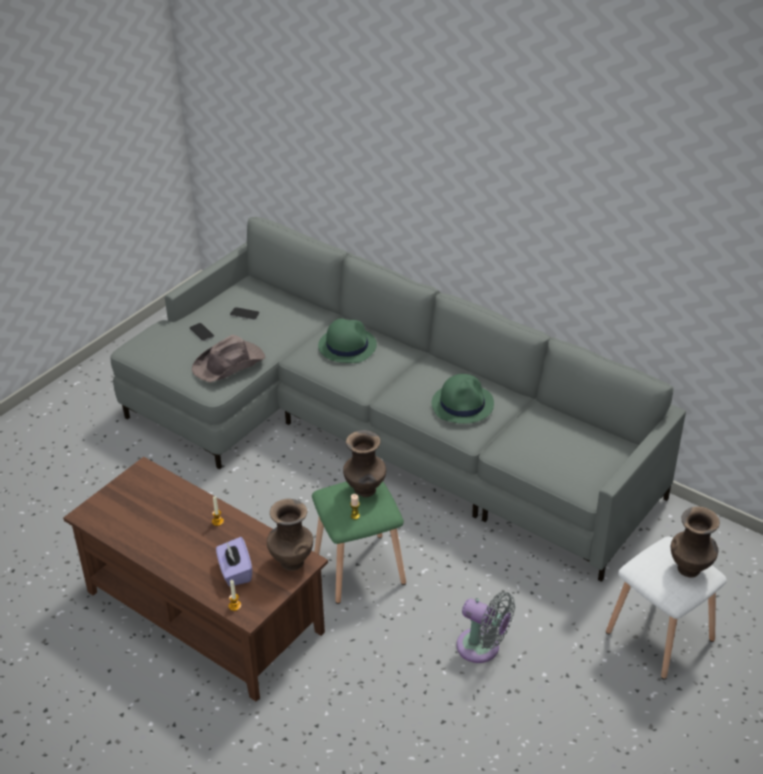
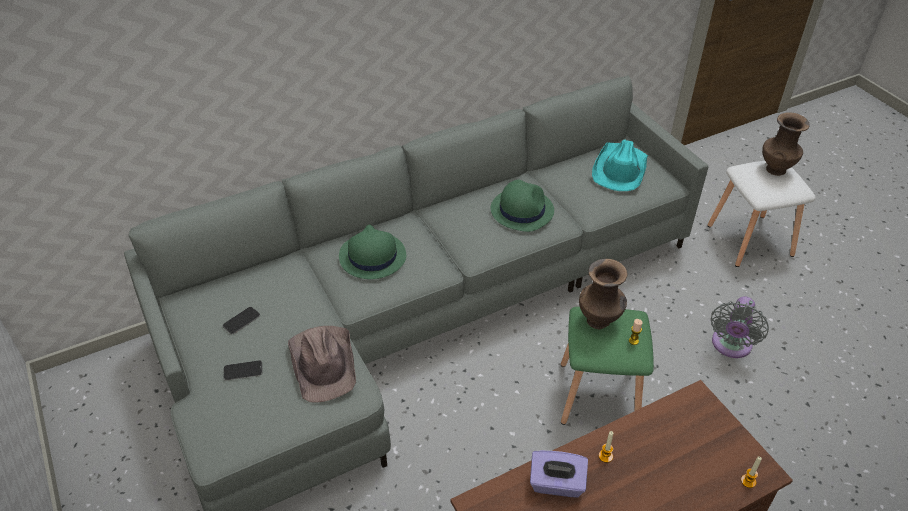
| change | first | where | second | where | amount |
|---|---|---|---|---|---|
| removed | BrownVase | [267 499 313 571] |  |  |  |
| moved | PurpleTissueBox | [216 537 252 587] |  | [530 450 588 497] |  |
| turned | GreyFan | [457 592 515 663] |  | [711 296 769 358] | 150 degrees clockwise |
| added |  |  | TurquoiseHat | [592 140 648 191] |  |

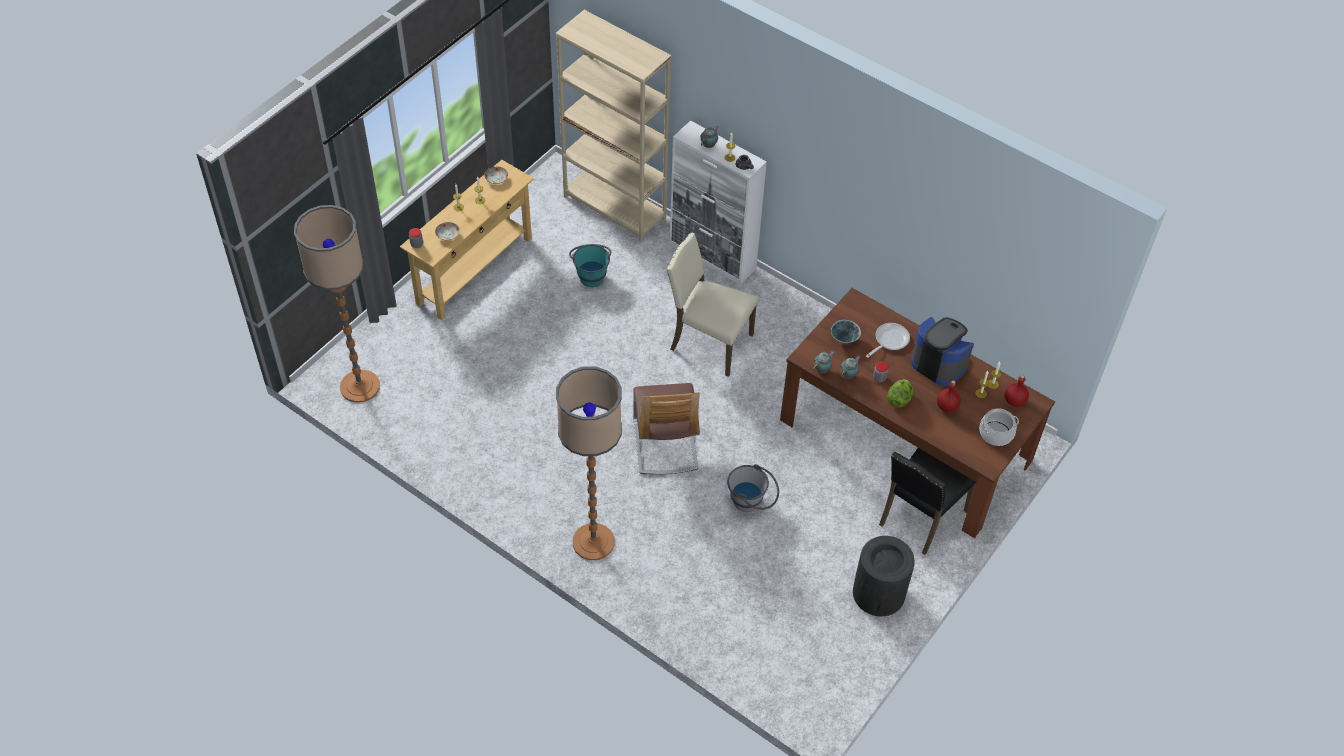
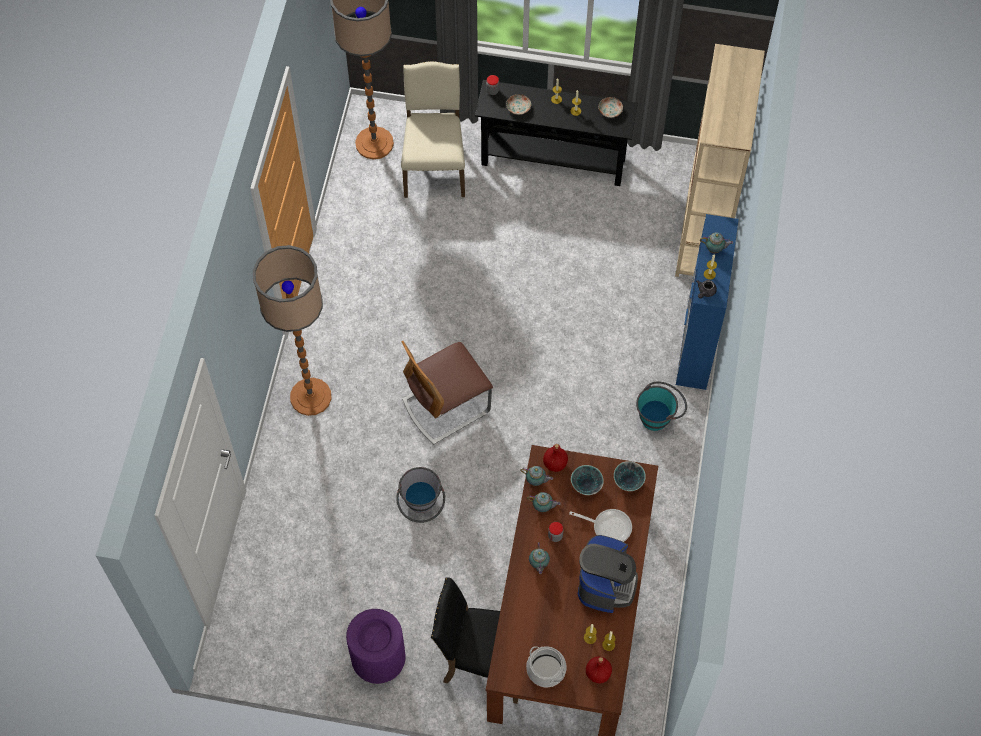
| change | first | where | second | where | amount |
|---|---|---|---|---|---|
| recoloured | WhiteCabinet | [670 120 767 285] | BlueCabinet | [676 214 739 390] |  |
| recoloured | BeigeConsoleTable | [400 160 534 320] | BlackConsoleTable | [475 80 638 186] |  |
| moved | BeigeChair | [666 233 758 377] |  | [401 61 465 198] |  |
| moved | TurquoiseBucket | [569 244 611 287] |  | [636 381 687 431] |  |
| replaced | Lettuce | [887 379 914 408] | Teapot | [529 542 550 574] |  |
| moved | RedBottle | [937 381 961 412] |  | [543 444 568 472] |  |
| recoloured | BlackTrashCan | [853 536 915 616] | PurpleTrashCan | [346 609 406 684] |  |
| added |  |  | Bowl | [614 461 646 491] |  |

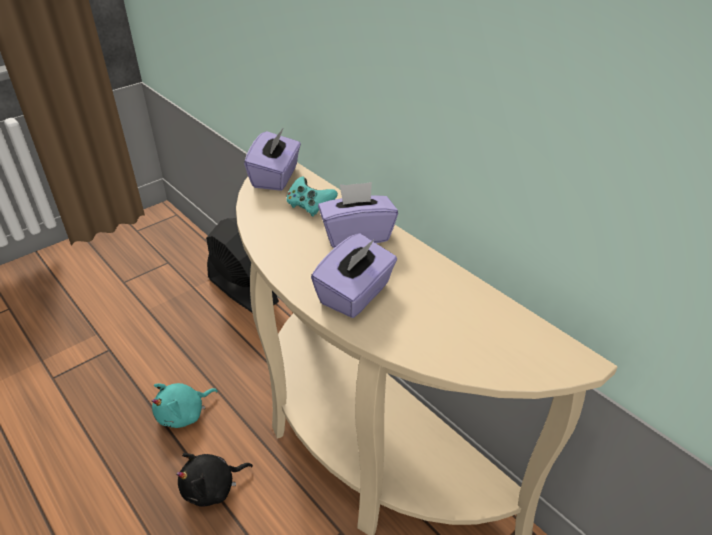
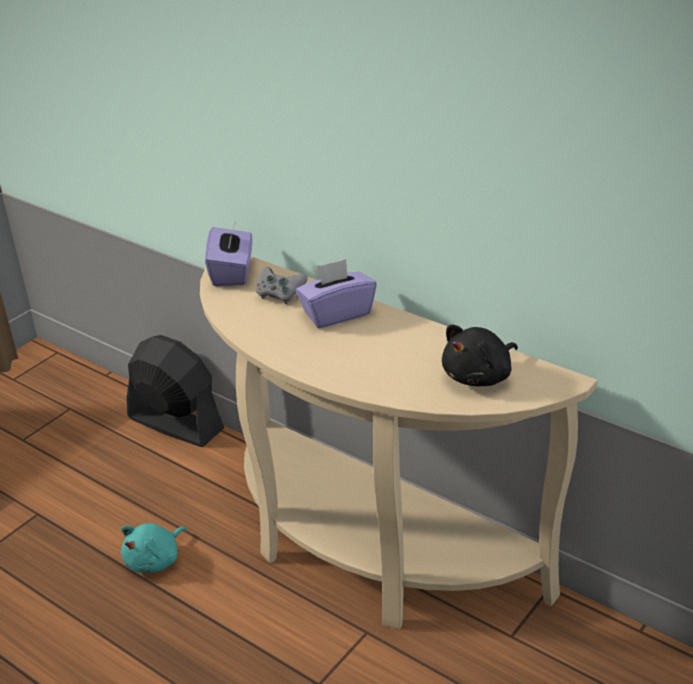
| change | first | where | second | where | amount |
|---|---|---|---|---|---|
| recoloured | TurquoiseGameController | [286 177 338 217] | GreyGameController | [256 267 308 304] |  |
| removed | PurpleTissueBox | [311 233 397 318] |  |  |  |
| moved | BlackPlushToy | [176 453 253 507] |  | [442 325 518 386] |  |

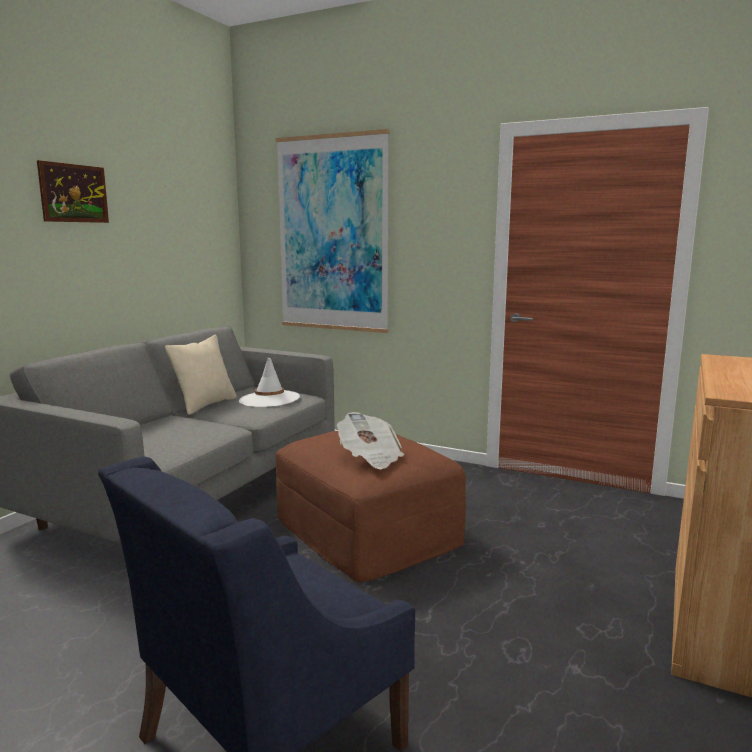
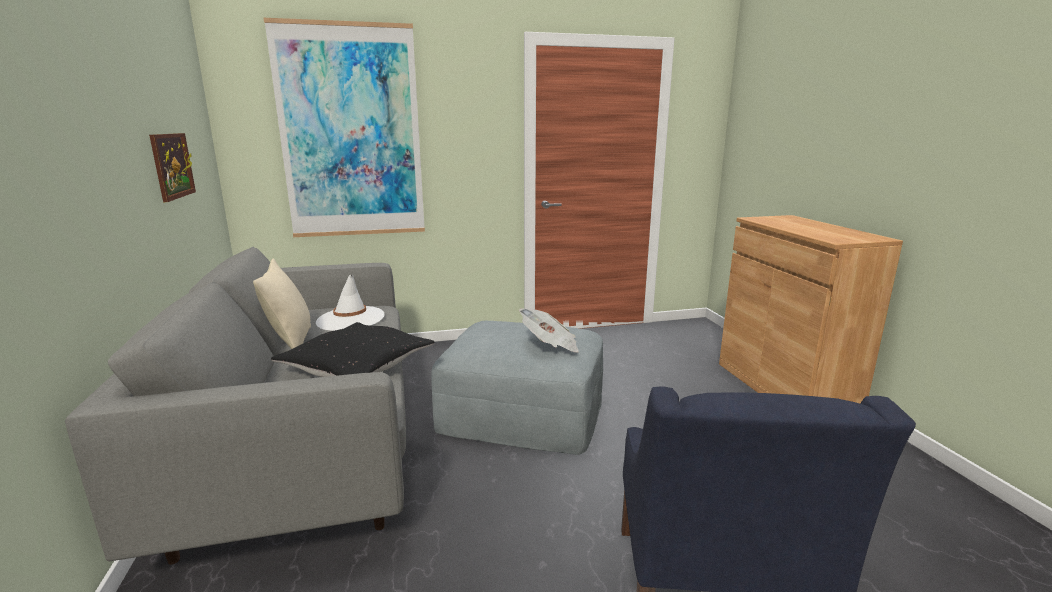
| change | first | where | second | where | amount |
|---|---|---|---|---|---|
| moved | Picture | [37 160 109 223] |  | [149 133 196 202] |  |
| recoloured | BrownOttoman | [275 431 466 582] | GreyOttoman | [431 321 603 455] |  |
| added |  |  | BlackPillow | [271 322 435 377] |  |

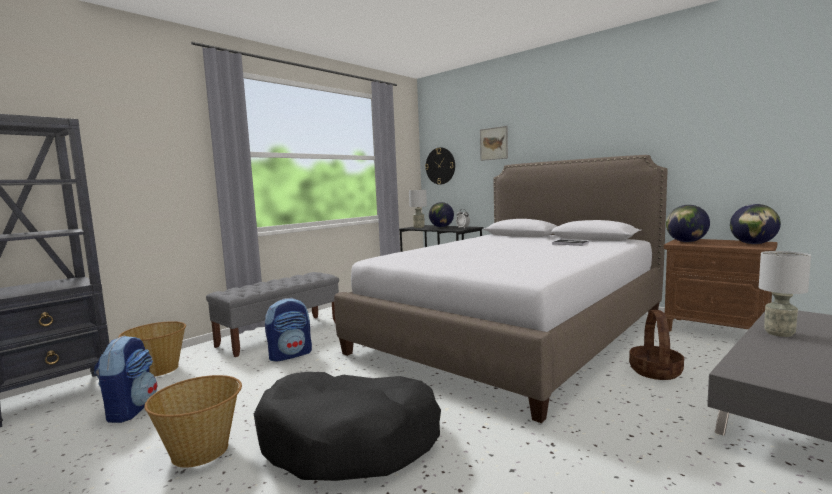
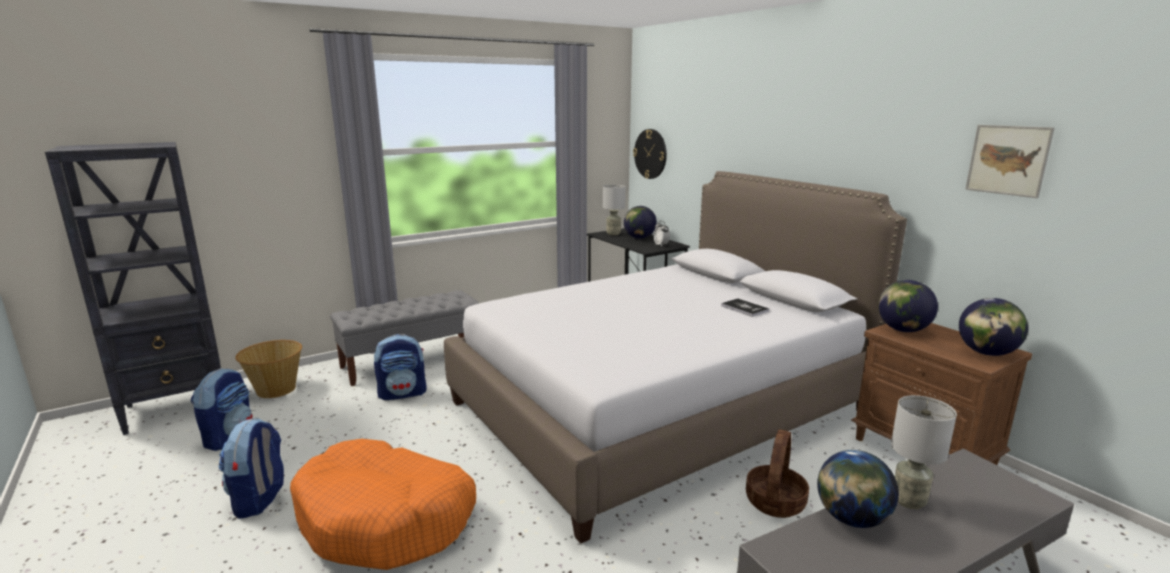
| change | first | where | second | where | amount |
|---|---|---|---|---|---|
| moved | Picture | [480 126 508 161] |  | [965 125 1055 198] |  |
| recoloured | BlackDogBed | [254 372 441 481] | OrangeDogBed | [290 439 476 570] |  |
| replaced | Basket | [144 375 242 468] | Backpack | [218 417 284 519] |  |
| added |  |  | Globe | [817 450 899 528] |  |

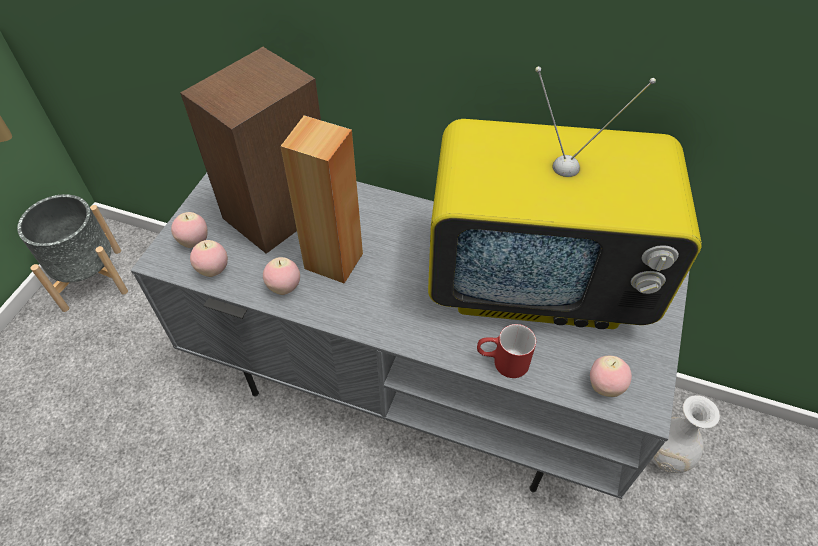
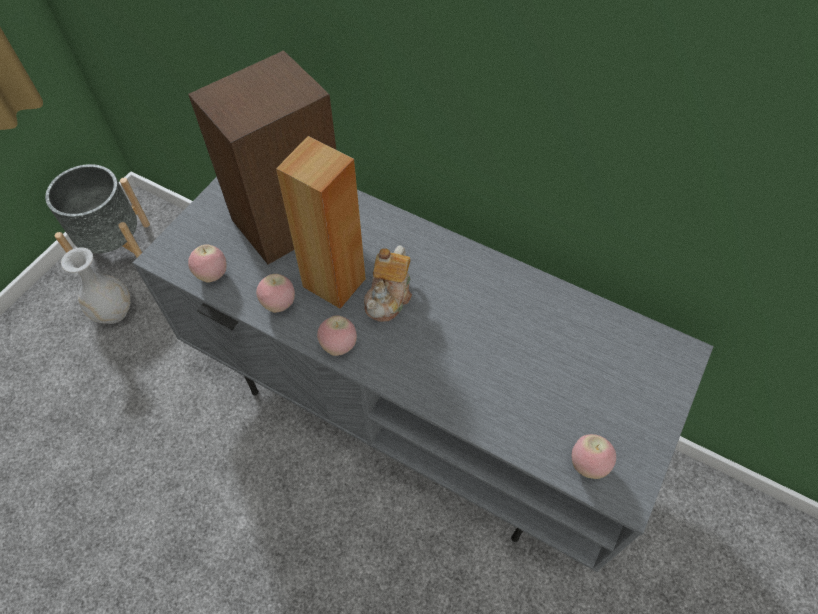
| change | first | where | second | where | amount |
|---|---|---|---|---|---|
| removed | Television | [428 66 702 329] |  |  |  |
| moved | Apple | [171 212 208 248] |  | [317 315 357 356] |  |
| removed | RedMug | [477 324 536 378] |  |  |  |
| moved | WhiteVase | [652 395 720 473] |  | [61 247 131 324] |  |
| added |  |  | Teapot | [364 245 412 322] |  |

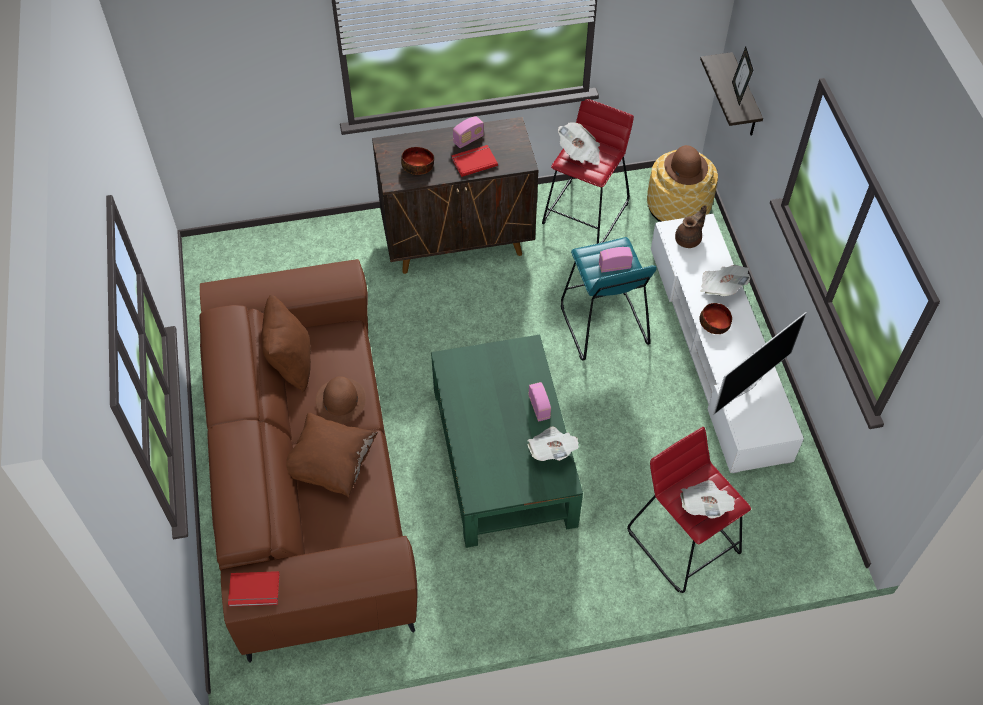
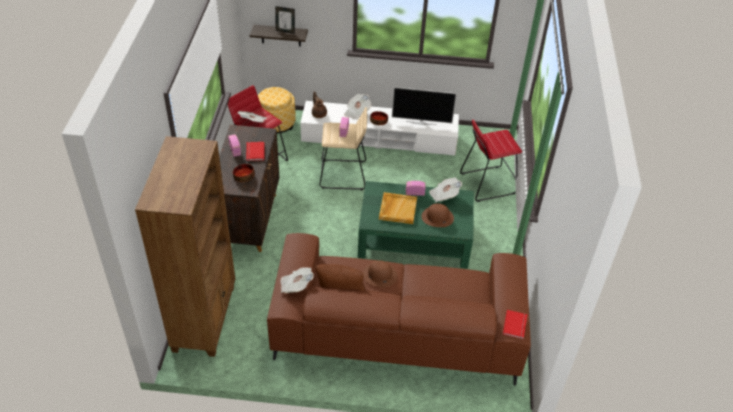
| change | first | where | second | where | amount |
|---|---|---|---|---|---|
| moved | BrownHat | [664 145 708 185] |  | [422 203 454 227] |  |
| recoloured | TurquoiseStool | [561 237 657 361] | BeigeStool | [319 107 367 190] |  |
| turned | Television | [713 312 807 415] |  | [392 87 457 125] | 120 degrees clockwise |
| removed | BrownPillow | [286 413 378 498] |  |  |  |
| moved | Newspaper | [680 480 735 519] |  | [280 267 314 293] |  |
| added |  |  | BrownBookcase | [135 136 235 357] |  |
| added |  |  | BeigeTray | [379 192 417 224] |  |

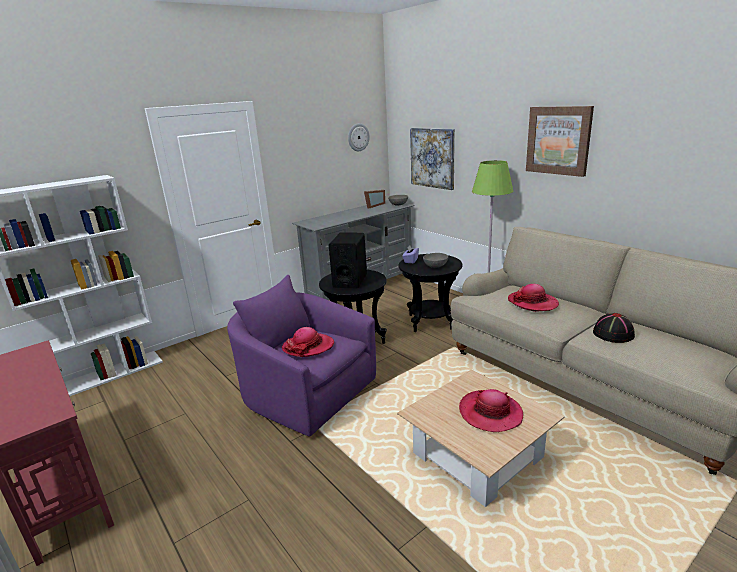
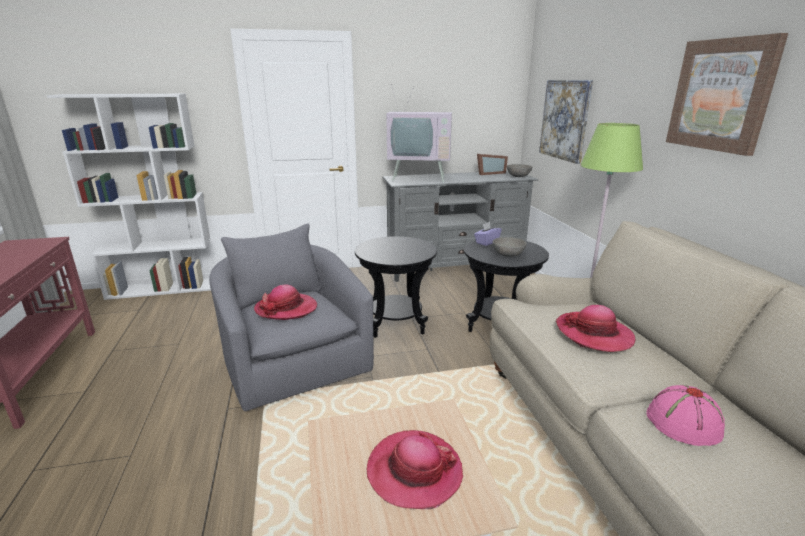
| change | first | where | second | where | amount |
|---|---|---|---|---|---|
| removed | WallClock | [348 123 370 151] |  |  |  |
| removed | BlackSpeaker | [329 232 367 289] |  |  |  |
| recoloured | PurpleArmchair | [227 275 376 437] | GreyArmchair | [209 224 374 411] |  |
| recoloured | BlackHat | [593 313 635 343] | PinkHat | [647 385 725 446] |  |
| added |  |  | Television | [386 84 452 182] |  |

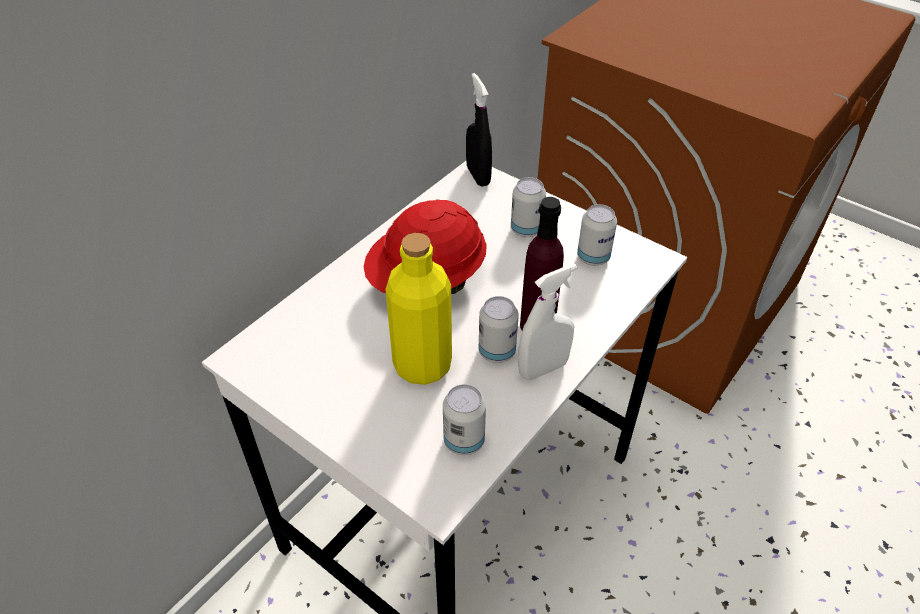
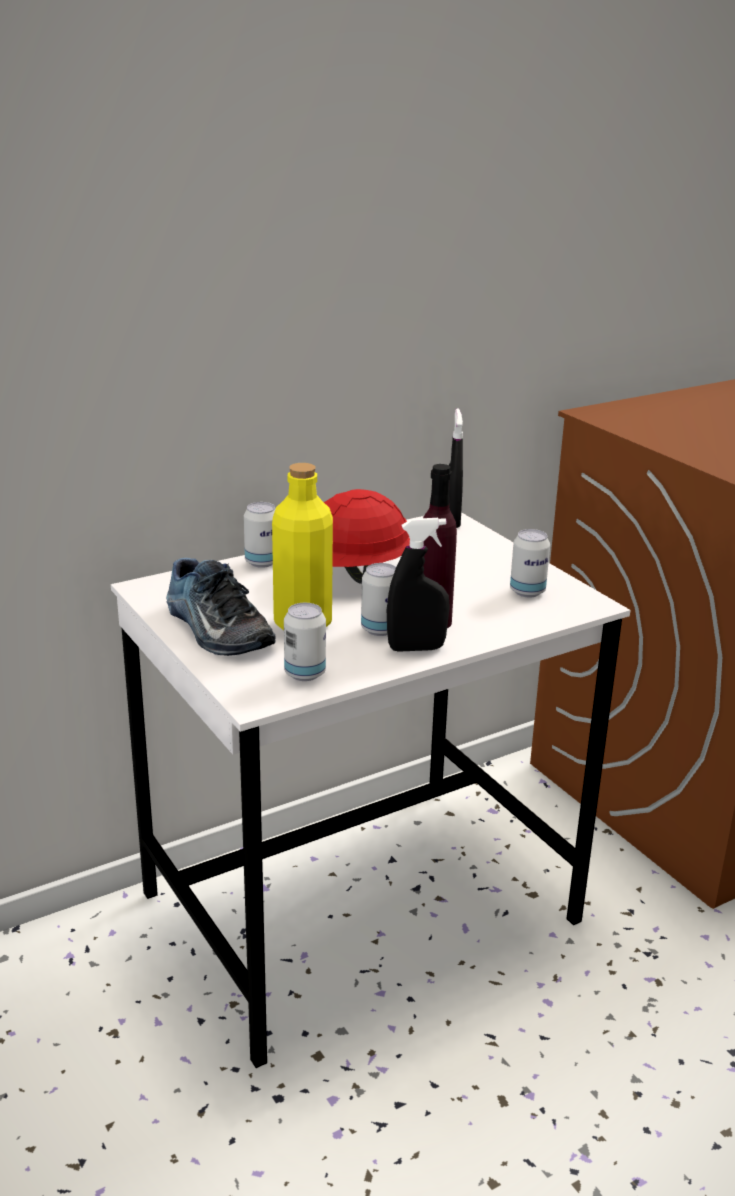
| change | first | where | second | where | amount |
|---|---|---|---|---|---|
| moved | Can | [511 177 546 237] |  | [244 502 275 568] |  |
| recoloured | WhiteSprayBottle | [518 264 577 380] | BlackSprayBottle | [387 518 450 652] |  |
| added |  |  | Shoe | [166 558 276 656] |  |

